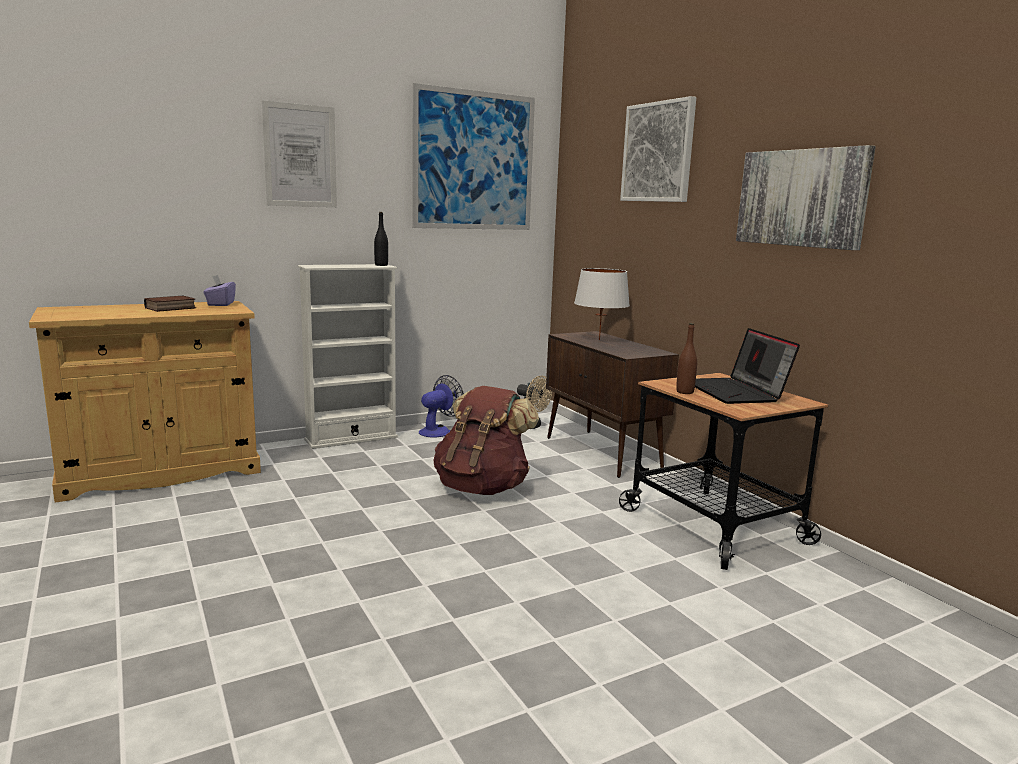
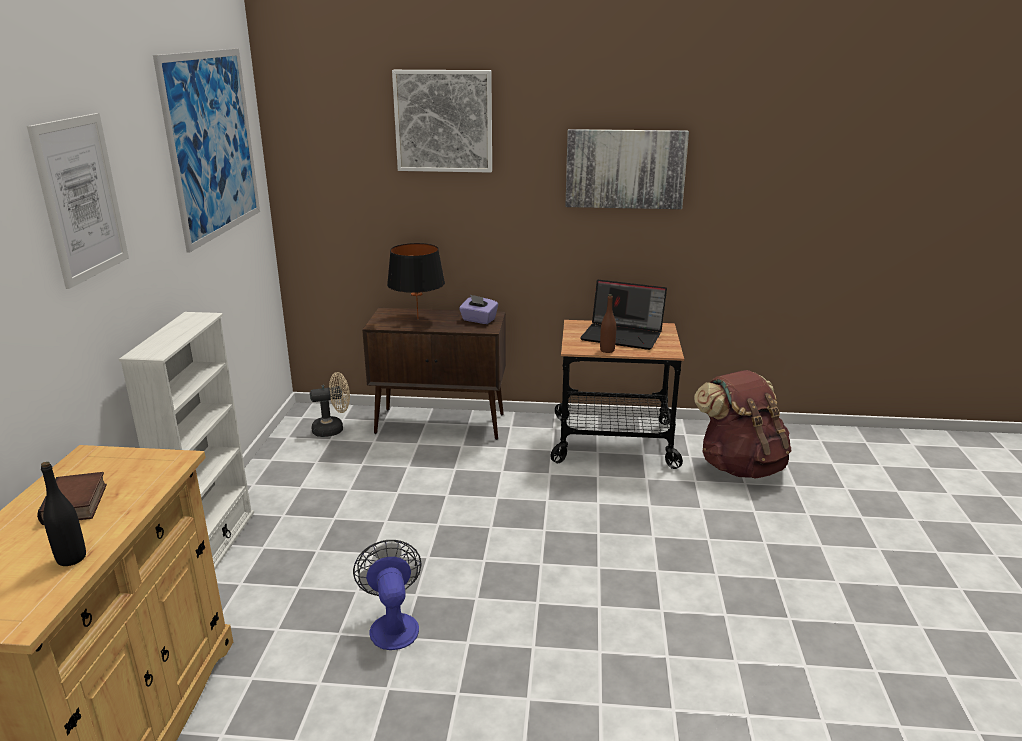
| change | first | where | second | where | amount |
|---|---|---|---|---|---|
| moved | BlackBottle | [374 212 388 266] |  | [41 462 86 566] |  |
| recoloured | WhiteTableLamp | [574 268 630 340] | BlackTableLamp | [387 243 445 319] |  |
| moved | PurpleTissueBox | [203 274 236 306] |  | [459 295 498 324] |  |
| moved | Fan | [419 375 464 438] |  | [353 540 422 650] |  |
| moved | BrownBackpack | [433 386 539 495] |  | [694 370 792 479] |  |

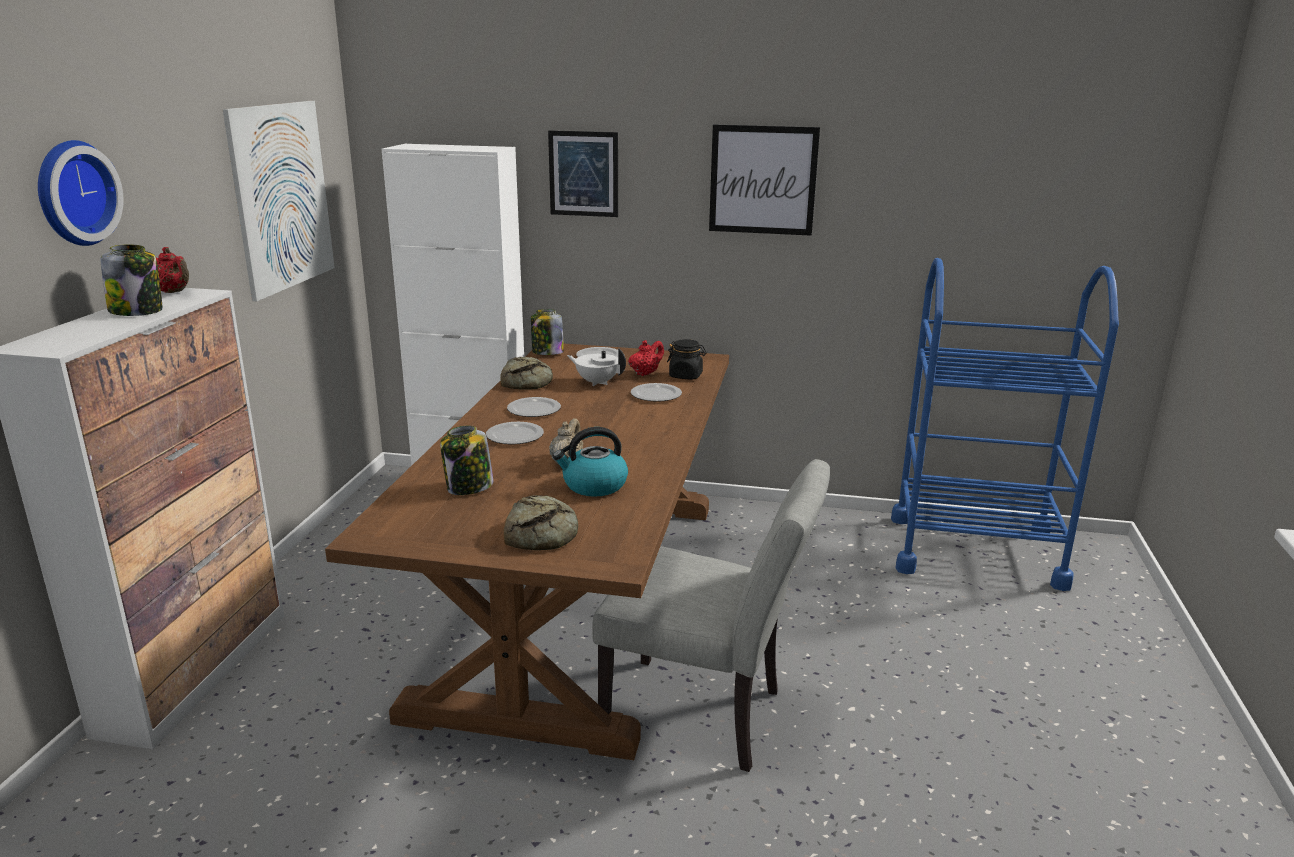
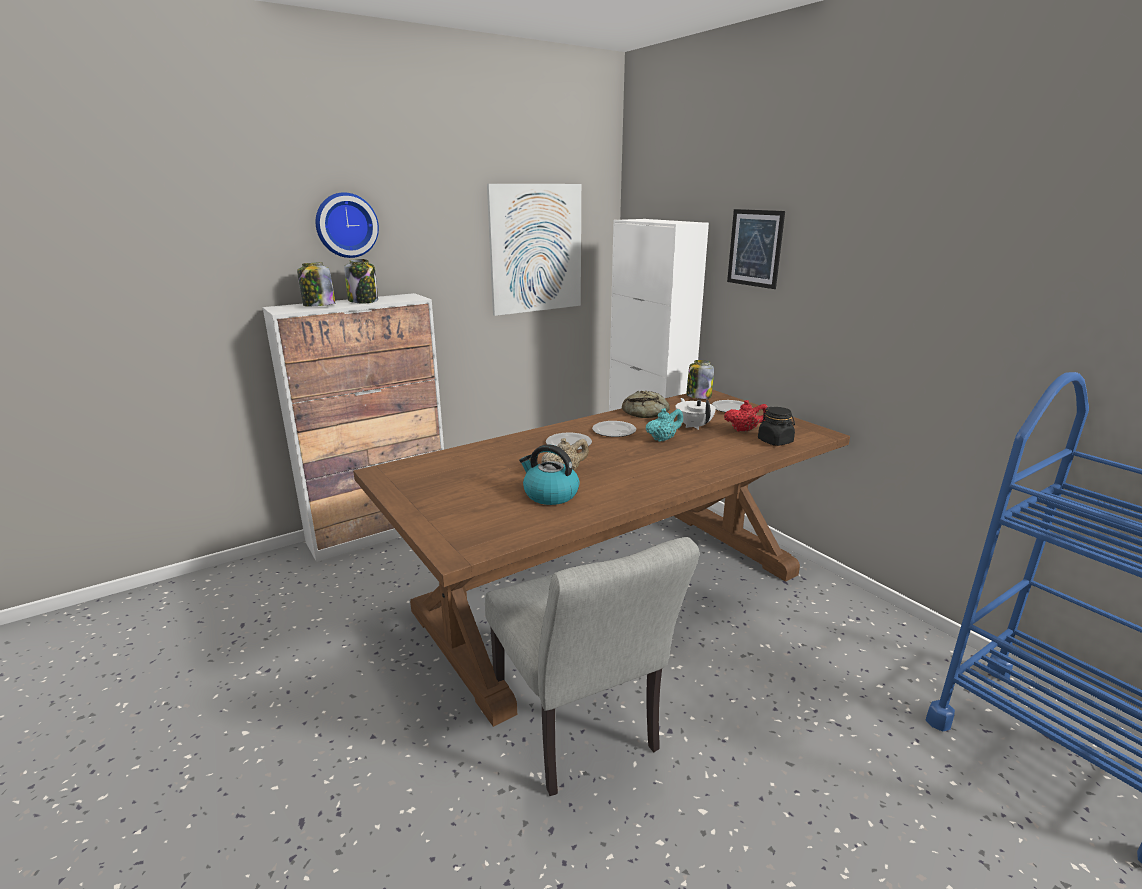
| change | first | where | second | where | amount |
|---|---|---|---|---|---|
| removed | Picture | [709 124 820 236] |  |  |  |
| removed | RedTeapot | [156 247 189 293] |  |  |  |
| removed | Plate | [631 383 682 402] |  |  |  |
| moved | Jar | [440 426 494 495] |  | [297 262 335 306] |  |
| removed | Bread | [504 495 578 550] |  |  |  |
| added |  |  | TurquoiseTeapot | [645 408 683 442] |  |

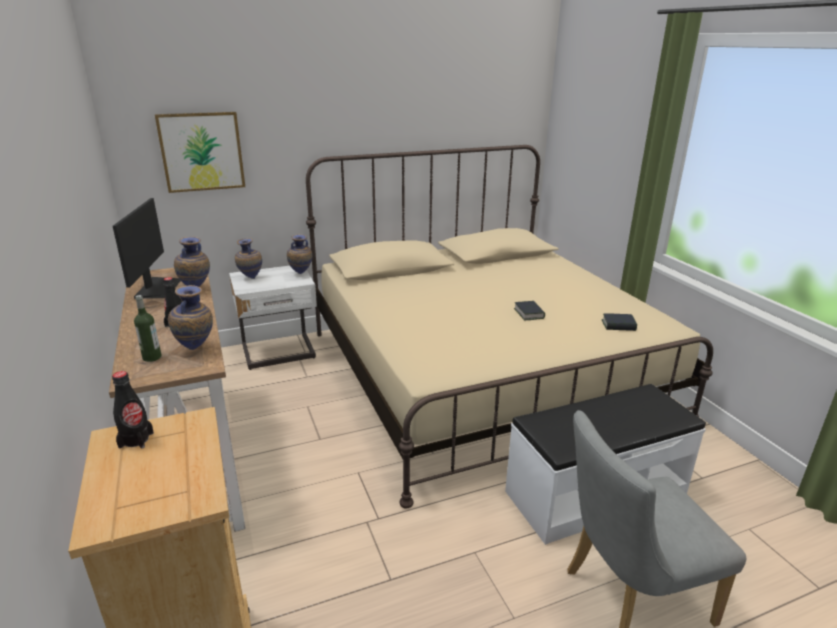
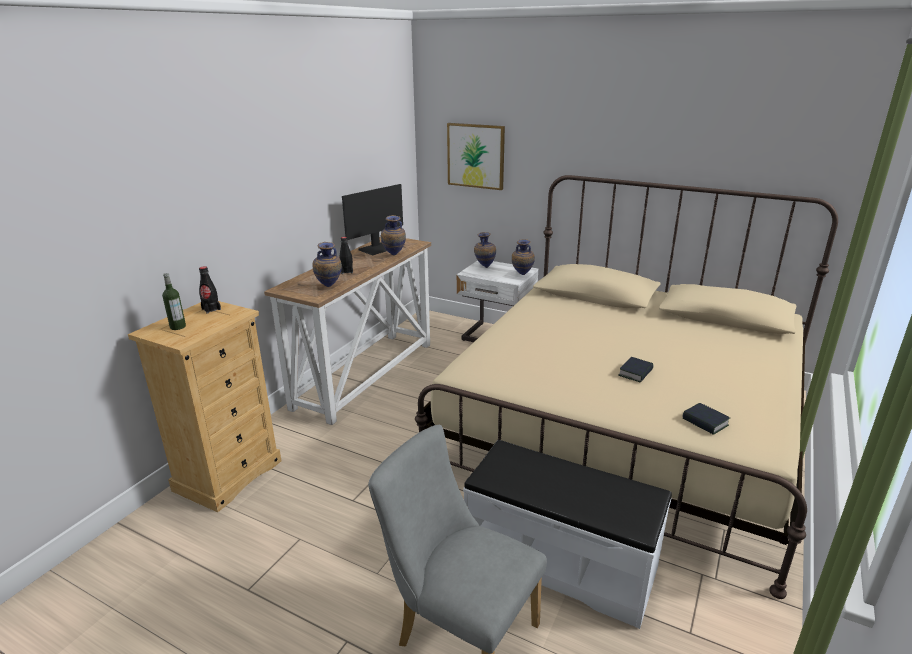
| change | first | where | second | where | amount |
|---|---|---|---|---|---|
| moved | Bottle | [134 295 162 362] |  | [162 273 186 330] |  |

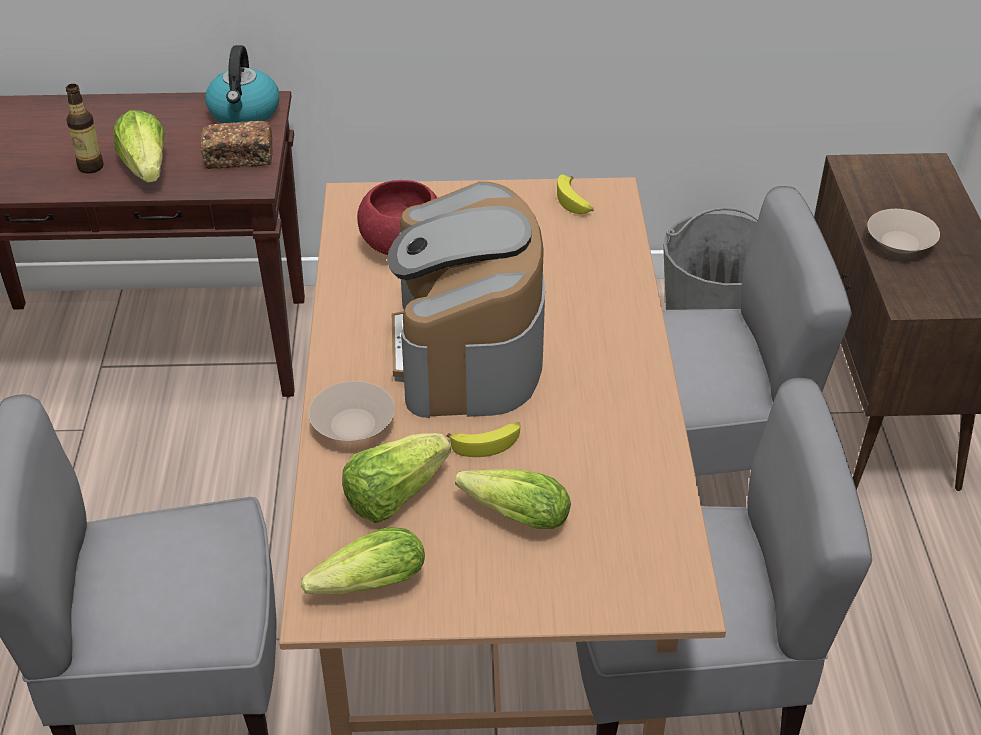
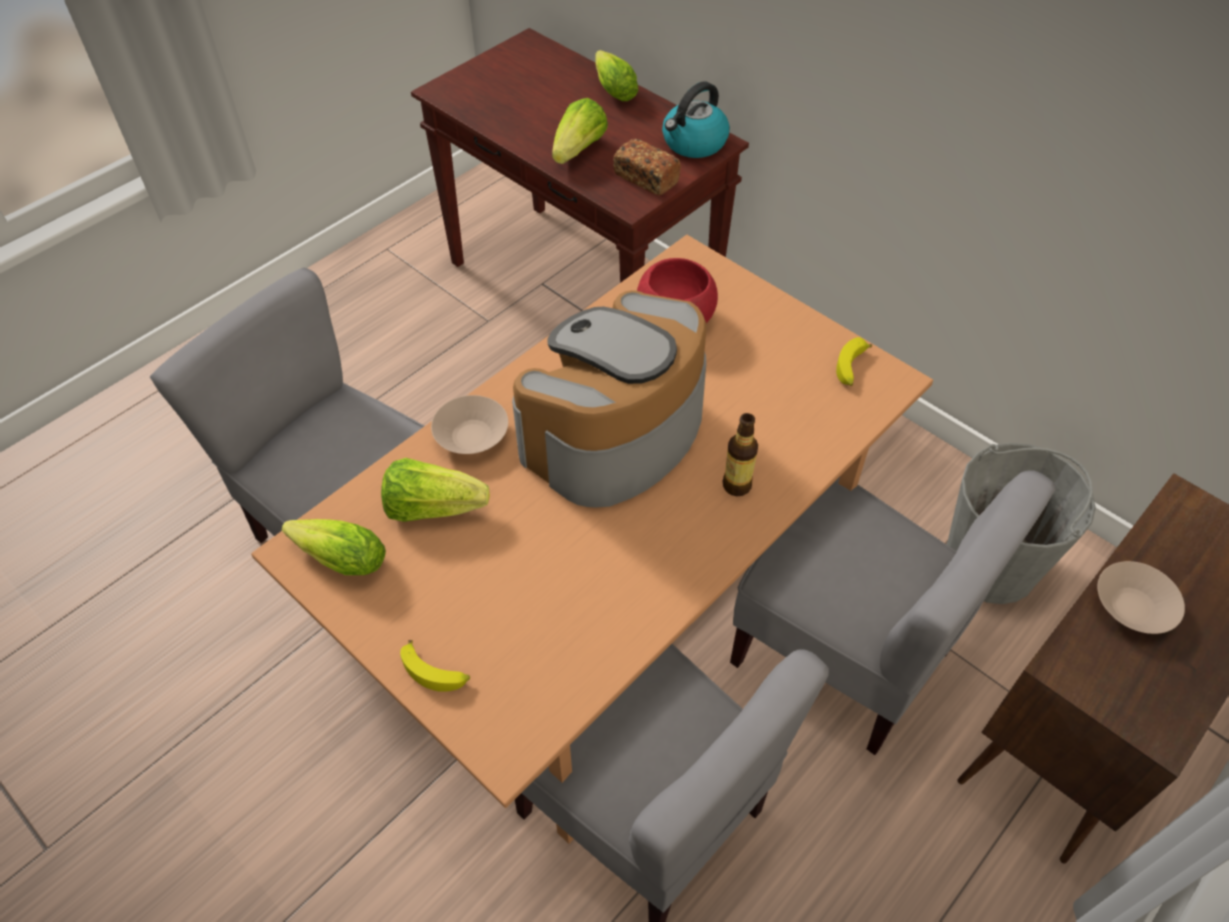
| change | first | where | second | where | amount |
|---|---|---|---|---|---|
| moved | Bottle | [66 84 103 173] |  | [723 413 758 496] |  |
| moved | Banana | [447 422 520 457] |  | [400 640 470 692] |  |
| moved | Lettuce | [455 469 571 529] |  | [595 50 638 101] |  |

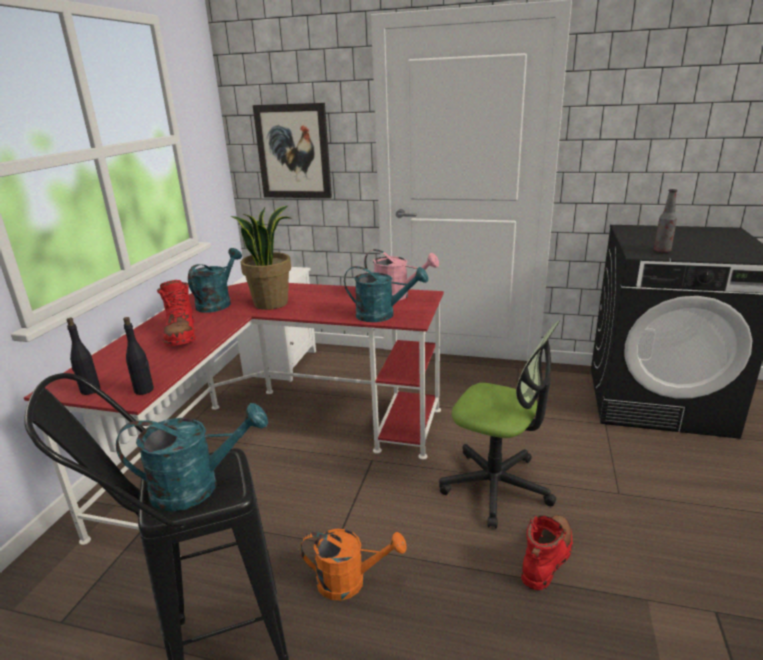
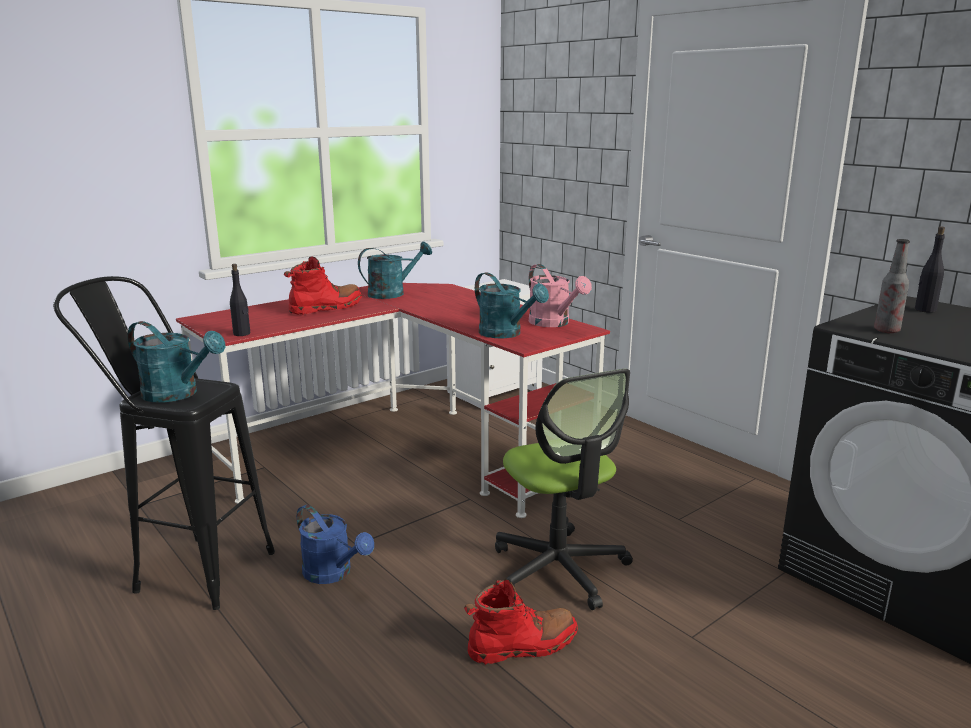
| change | first | where | second | where | amount |
|---|---|---|---|---|---|
| removed | Picture | [253 103 332 198] |  |  |  |
| removed | PottedPlant | [231 205 291 310] |  |  |  |
| turned | RedBoot | [157 280 196 347] |  | [284 256 362 315] | 150 degrees counterclockwise |
| moved | BlackBottle | [67 318 100 395] |  | [915 227 945 313] |  |
| recoloured | OrangeWateringCan | [300 529 407 600] | BlueWateringCan | [297 505 374 584] |  |

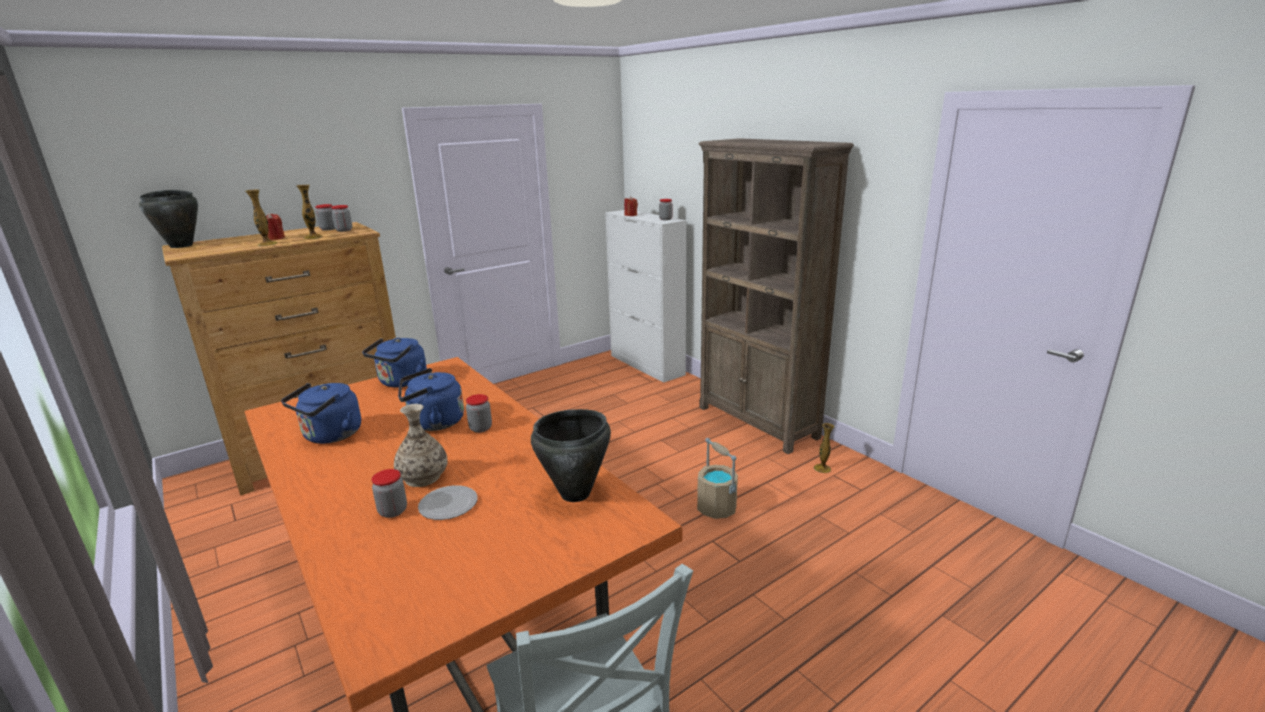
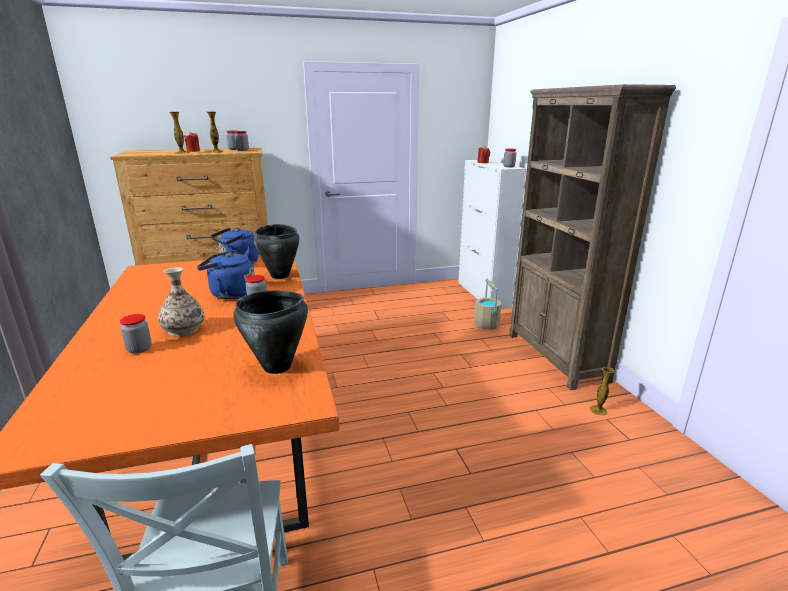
| change | first | where | second | where | amount |
|---|---|---|---|---|---|
| moved | BlackCookingPot | [139 190 198 248] |  | [254 224 300 279] |  |
| removed | BlueKettle | [281 383 361 444] |  |  |  |
| moved | BeigeBucket | [697 438 738 519] |  | [474 279 501 330] |  |
| removed | Plate | [418 485 478 520] |  |  |  |

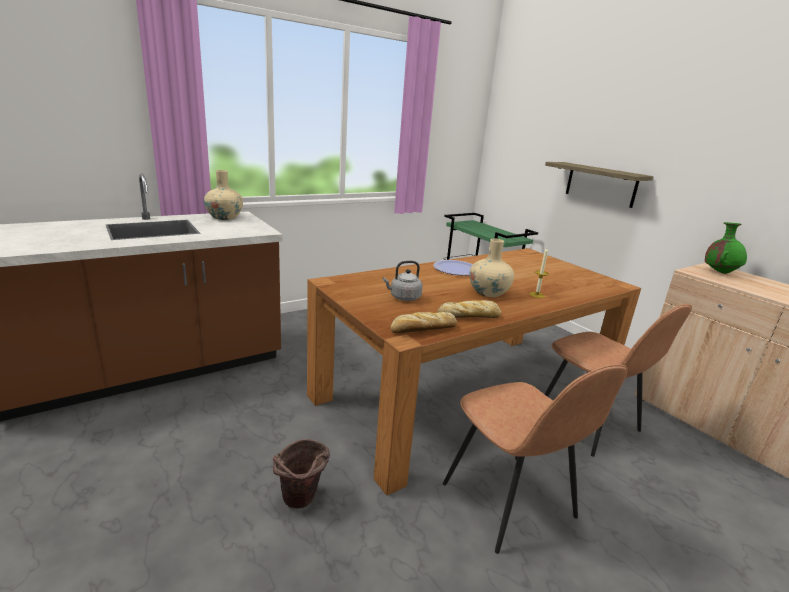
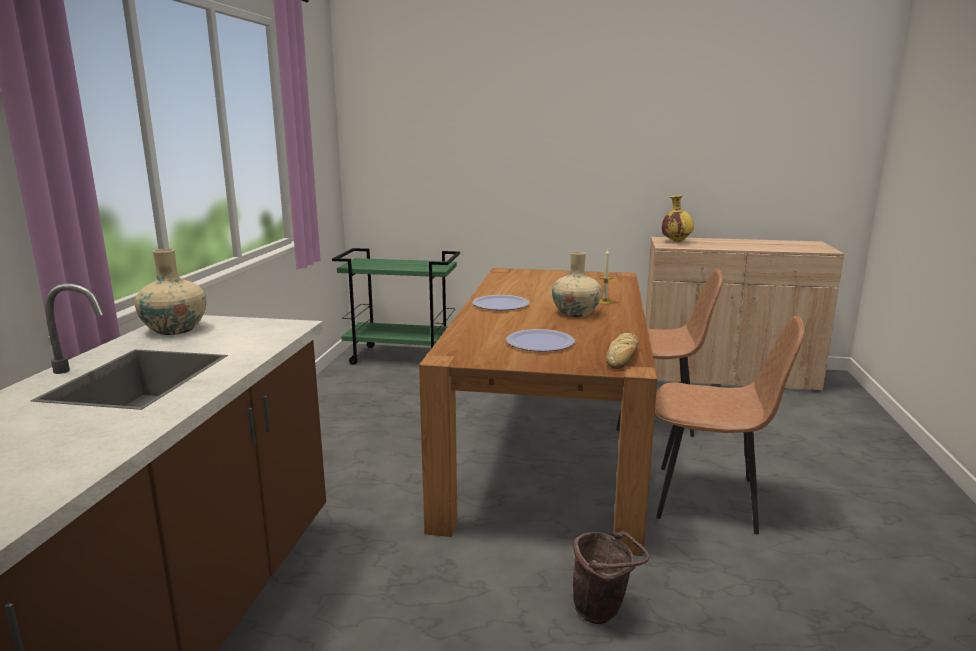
| change | first | where | second | where | amount |
|---|---|---|---|---|---|
| removed | Shelf | [545 162 654 208] |  |  |  |
| recoloured | GreenVase | [705 222 747 274] | YellowVase | [662 195 694 242] |  |
| replaced | GreyKettle | [382 261 423 301] | Plate | [506 329 575 352] |  |
| removed | Bread | [437 300 501 318] |  |  |  |

